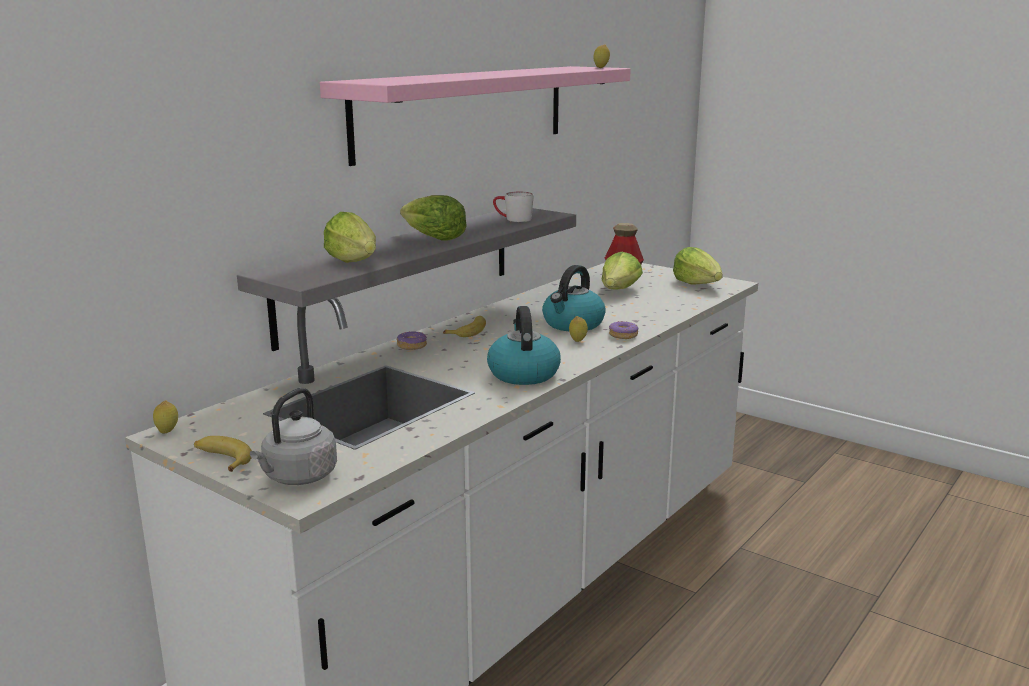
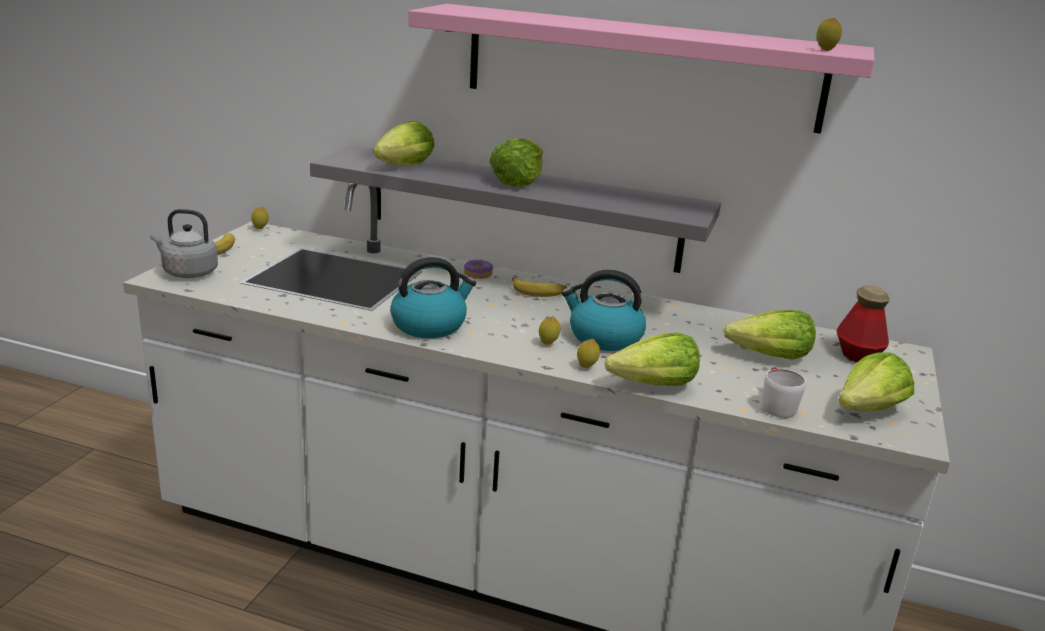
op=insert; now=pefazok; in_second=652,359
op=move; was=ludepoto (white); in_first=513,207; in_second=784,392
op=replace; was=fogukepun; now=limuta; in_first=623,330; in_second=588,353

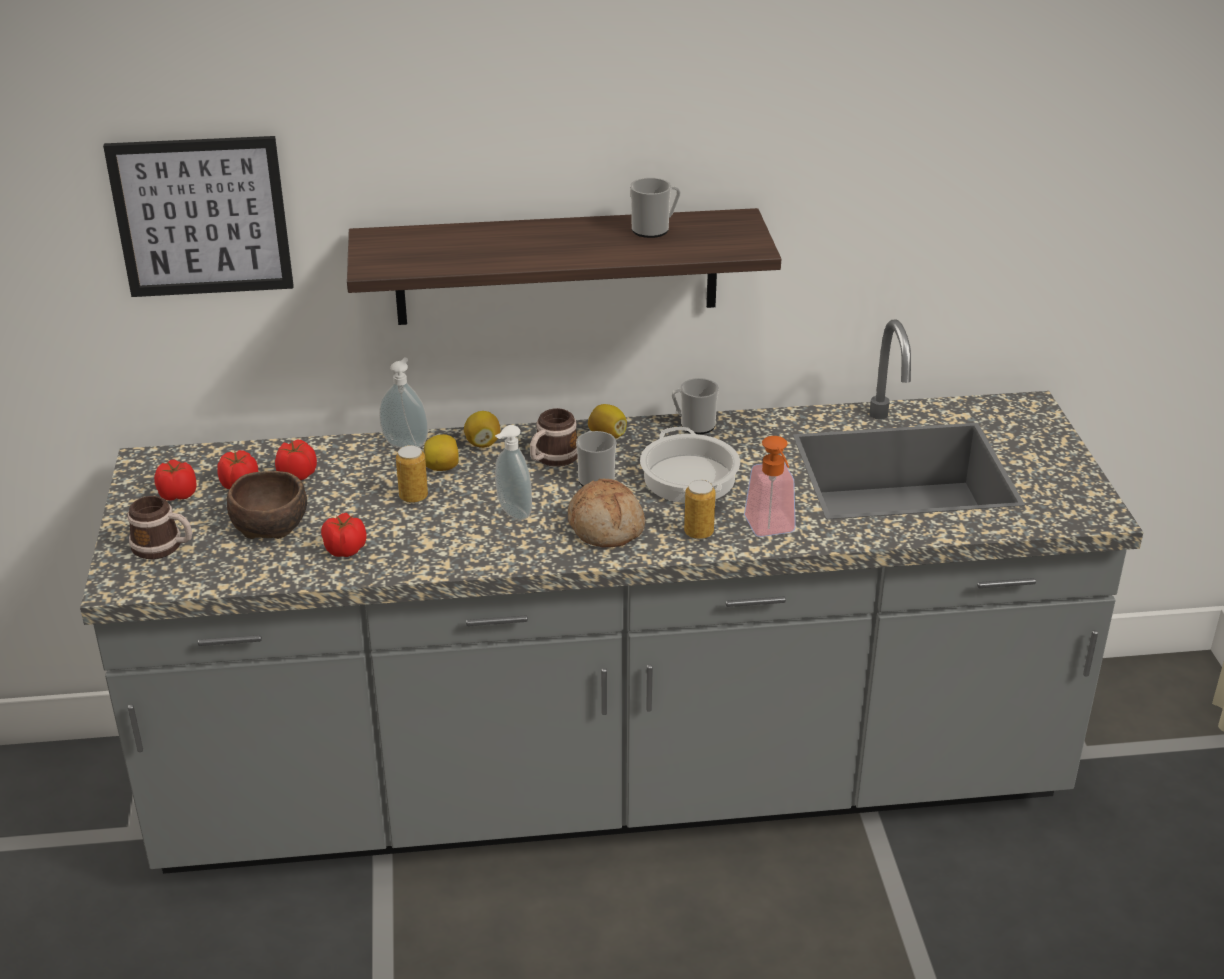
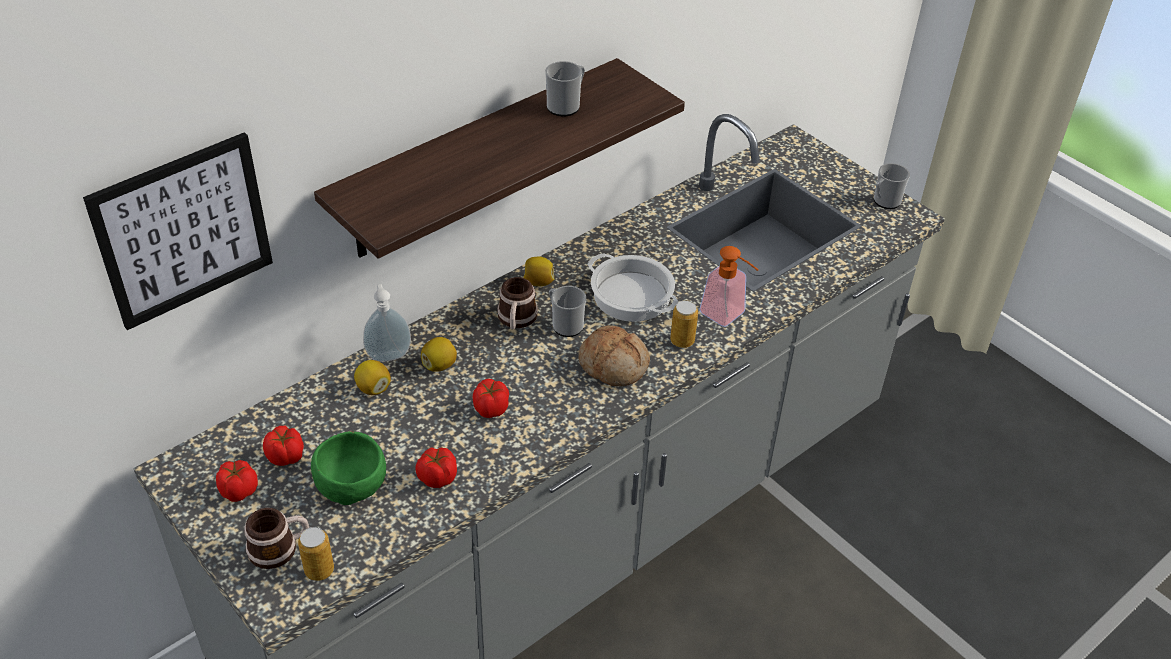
op=delete; was=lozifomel; in_first=513,472
op=move; was=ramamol; in_first=296,460; in_second=491,398
op=move; was=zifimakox; in_first=412,474; in_second=316,554
op=move; was=limuta; in_first=482,429; in_second=372,377
op=move; was=ludepoto; in_first=695,406; in_second=892,186
op=recolor; was=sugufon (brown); now=sugufon (green); in_first=267,505; in_second=348,468

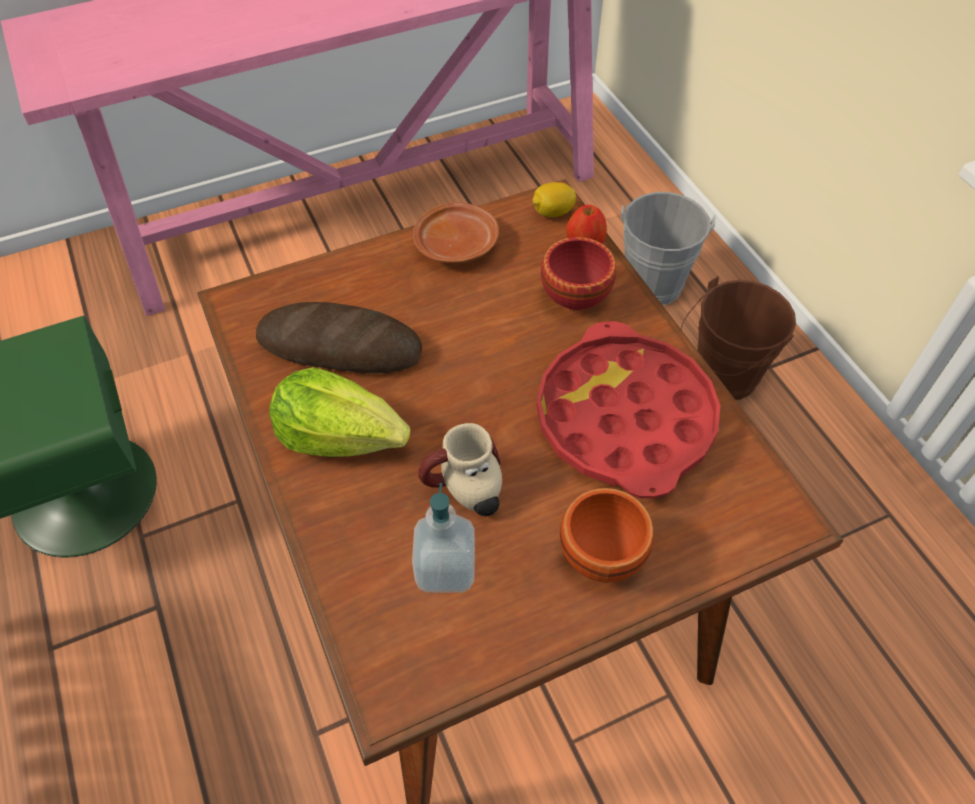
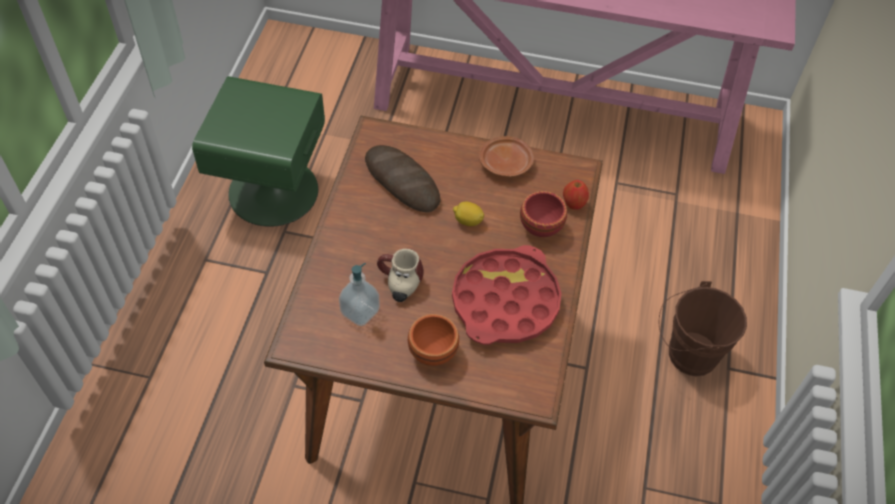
op=delete; was=pefazok; in_first=340,412
op=delete; was=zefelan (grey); in_first=667,248
op=move; was=limuta; in_first=554,199; in_second=468,214

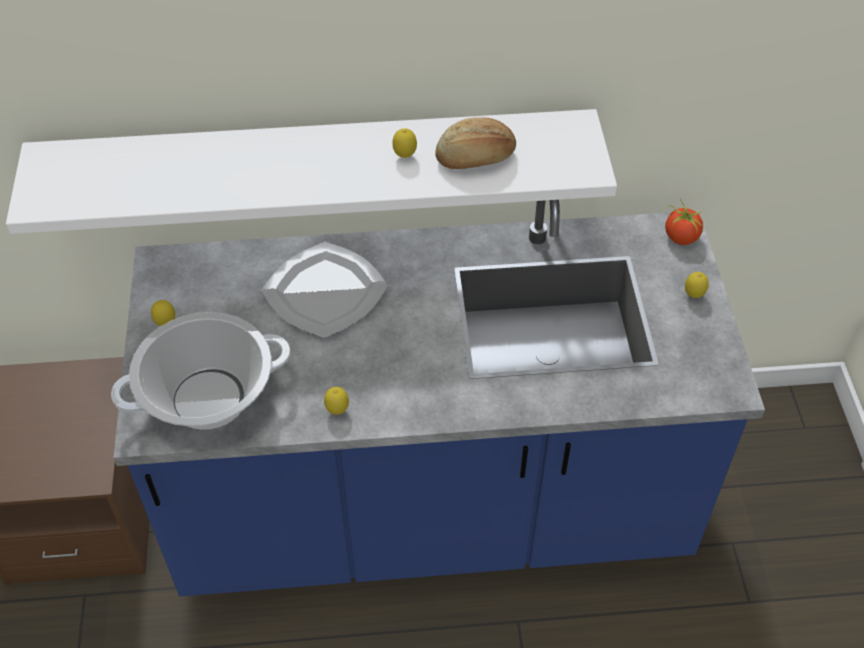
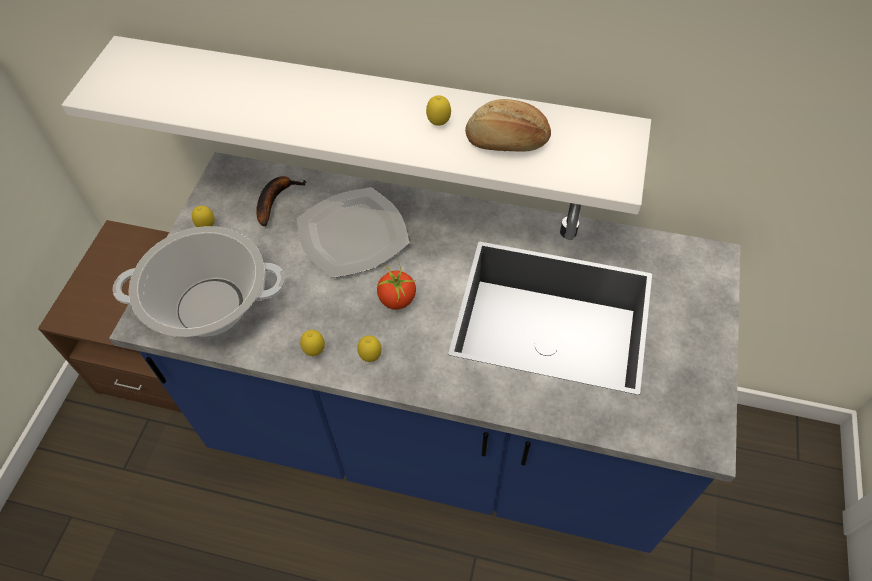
op=insert; now=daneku; in_second=281,201
op=move; was=ramamol; in_first=684,222; in_second=396,286
op=move; was=limuta; in_first=697,285; in_second=369,348

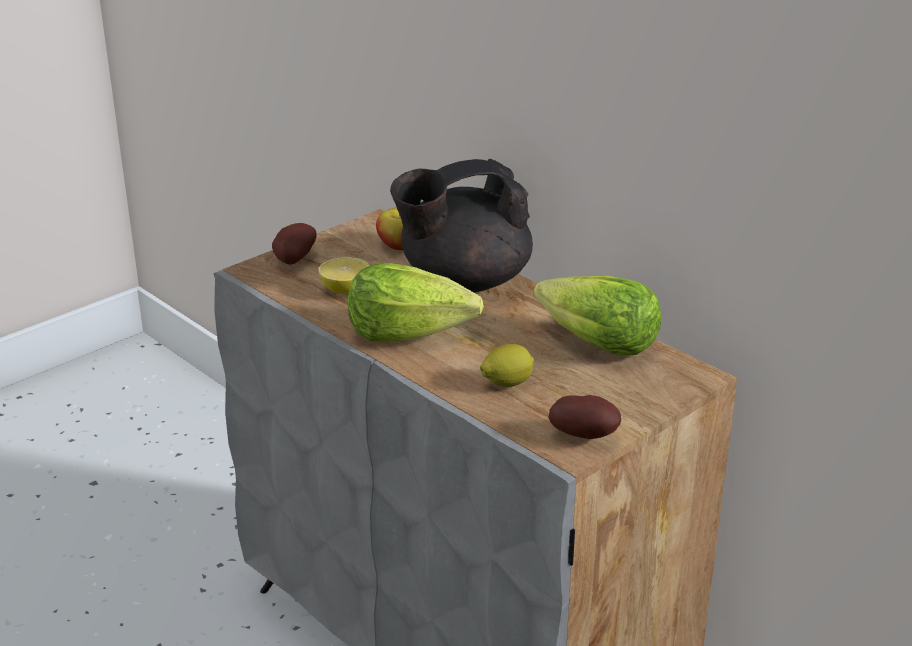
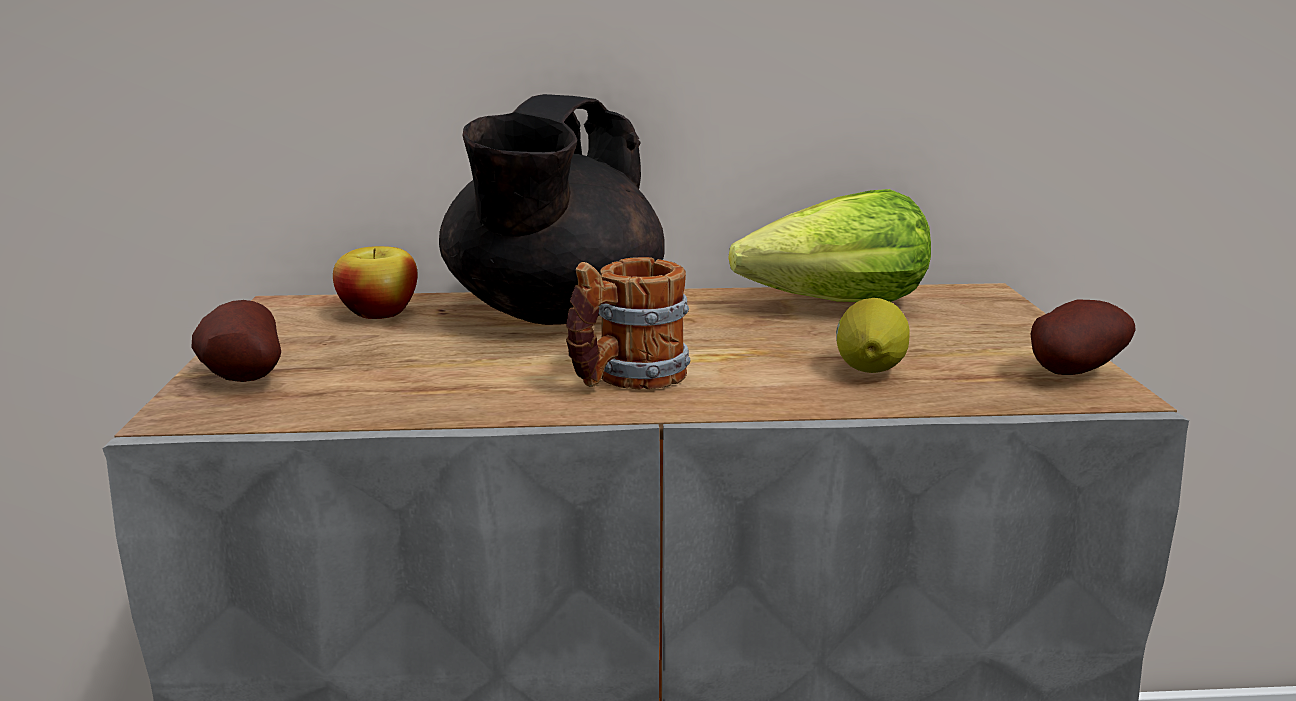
op=delete; was=limuta; in_first=344,276
op=replace; was=pefazok; now=ludepoto; in_first=416,302; in_second=628,323

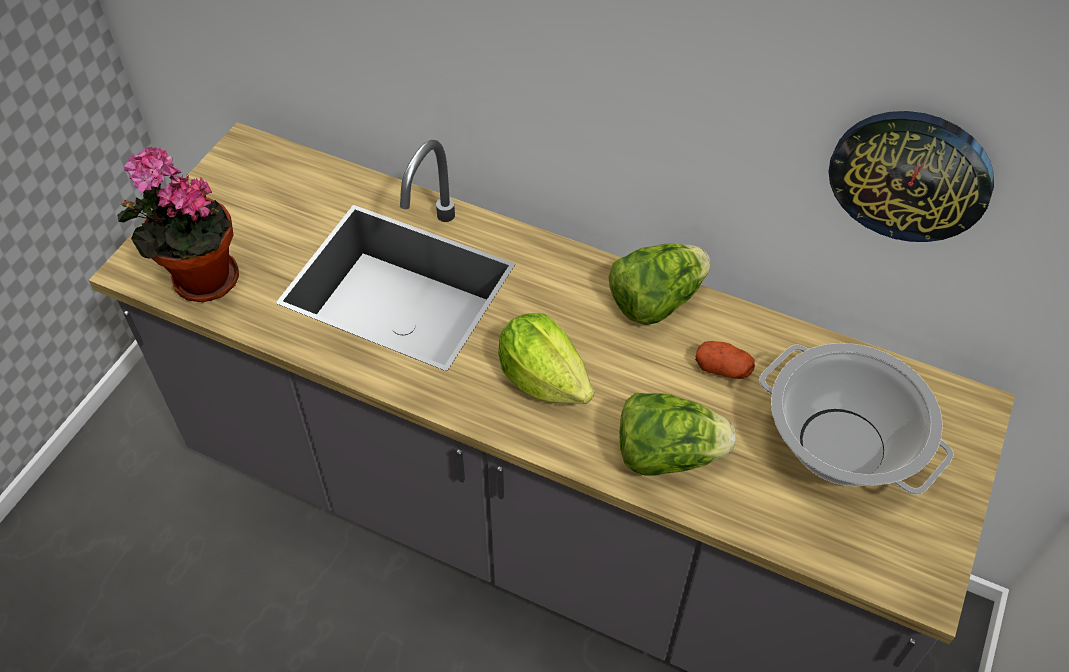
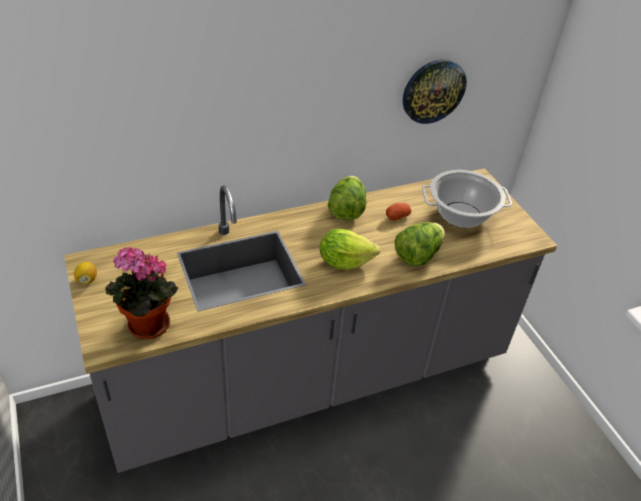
op=insert; now=limuta; in_second=85,273

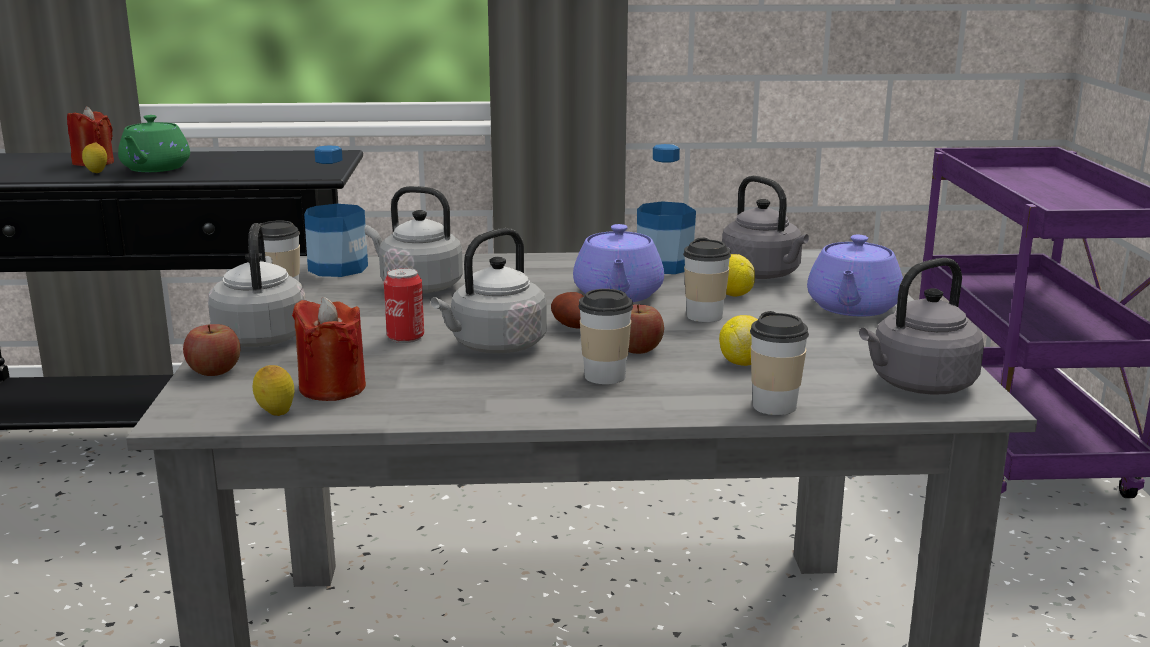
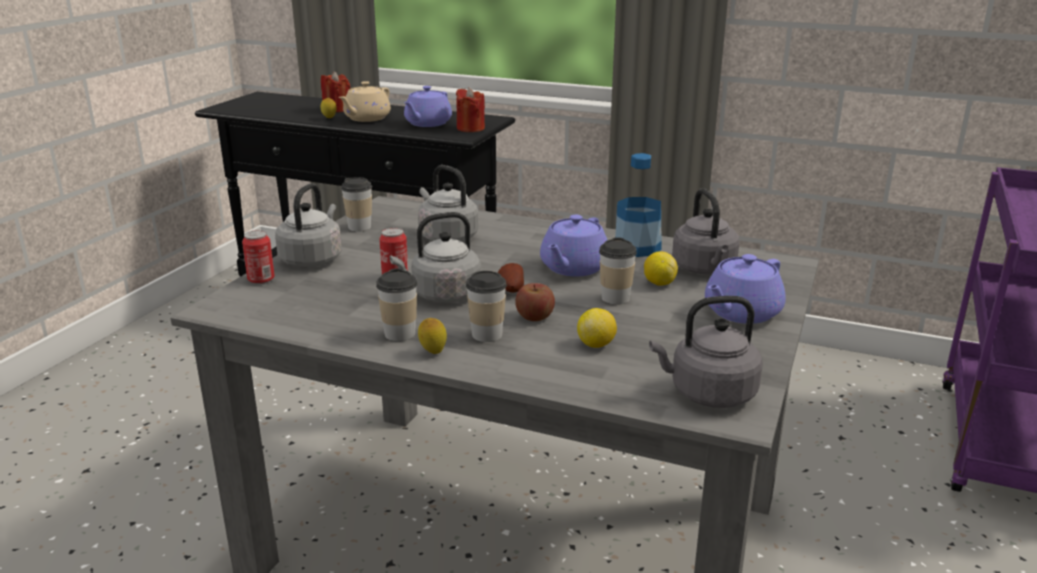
op=delete; was=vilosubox; in_first=336,211
op=insert; now=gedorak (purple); in_second=428,106
op=move; was=limuta; in_first=273,390; in_second=432,336
op=move; was=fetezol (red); in_first=329,349; in_second=470,109
op=move; was=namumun; in_first=779,363; in_second=396,304
op=replace; was=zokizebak; now=zifimakox; in_first=211,350; in_second=258,257
op=recolor; was=gedorak (green); now=gedorak (beige); in_first=154,143; in_second=364,101

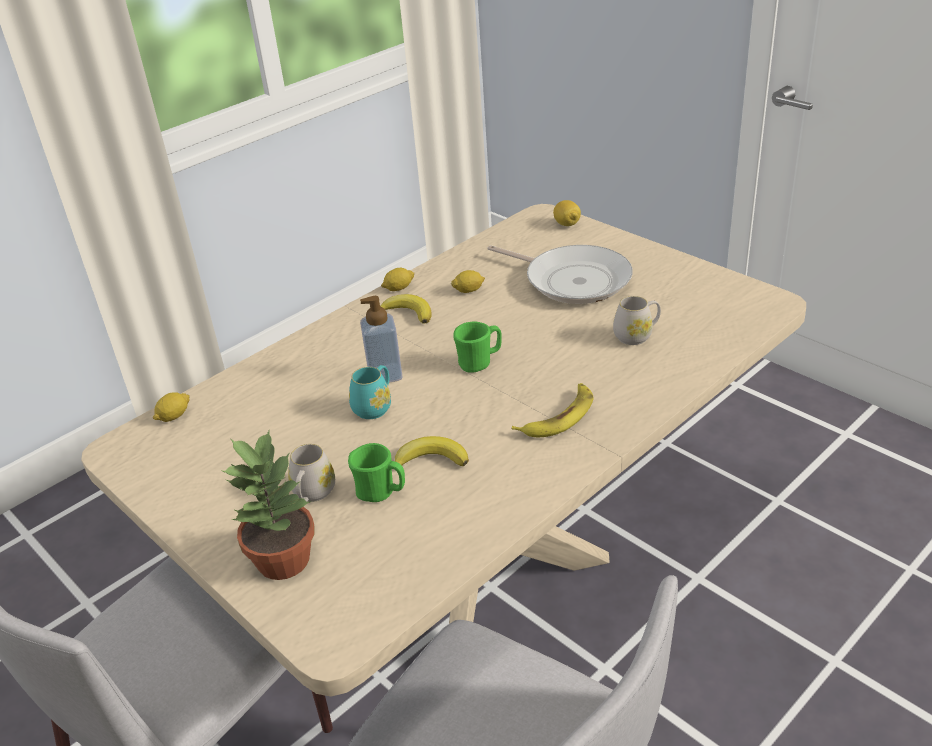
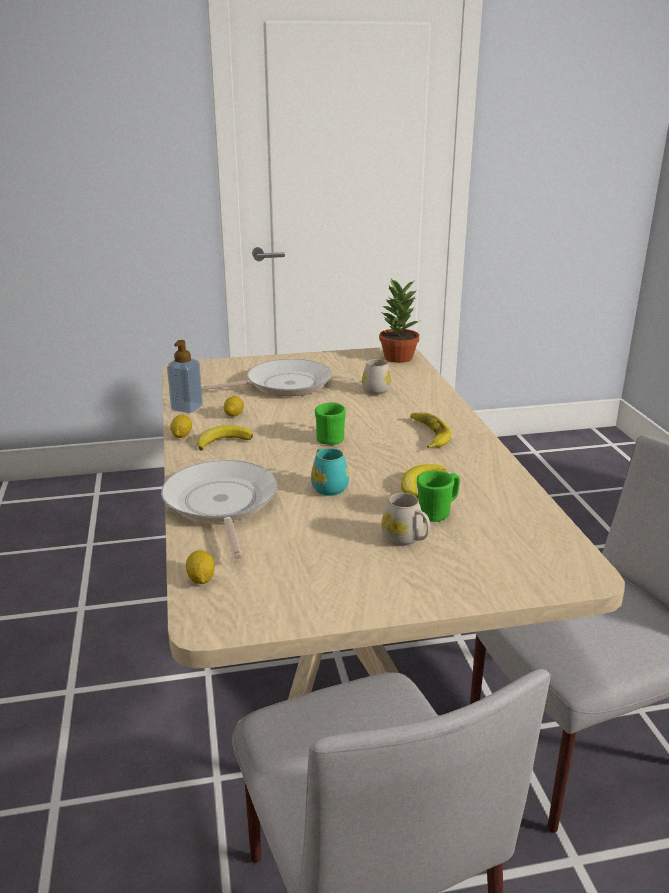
op=delete; was=limuta; in_first=567,213
op=insert; now=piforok; in_second=219,509
op=move; was=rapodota; in_first=269,505; in_second=399,321
op=move; was=lozifomel; in_first=381,339; in_second=185,376

